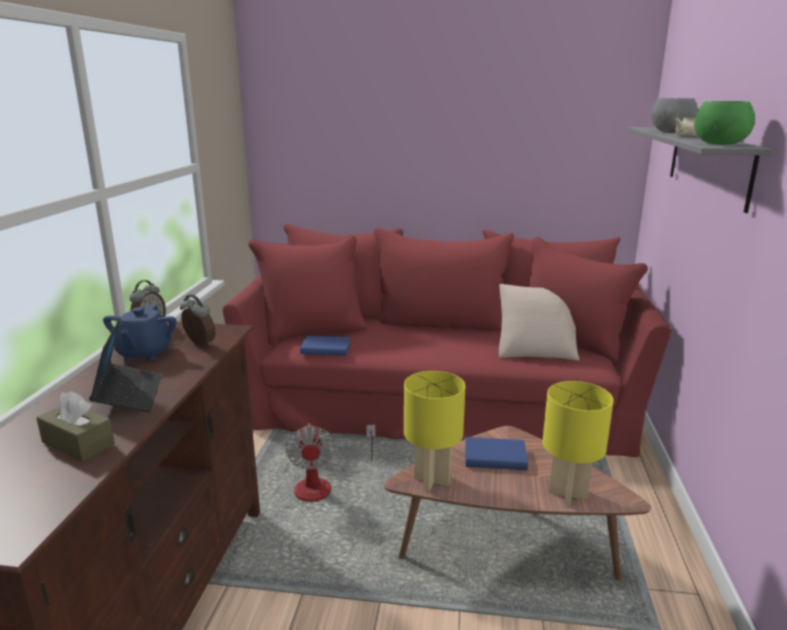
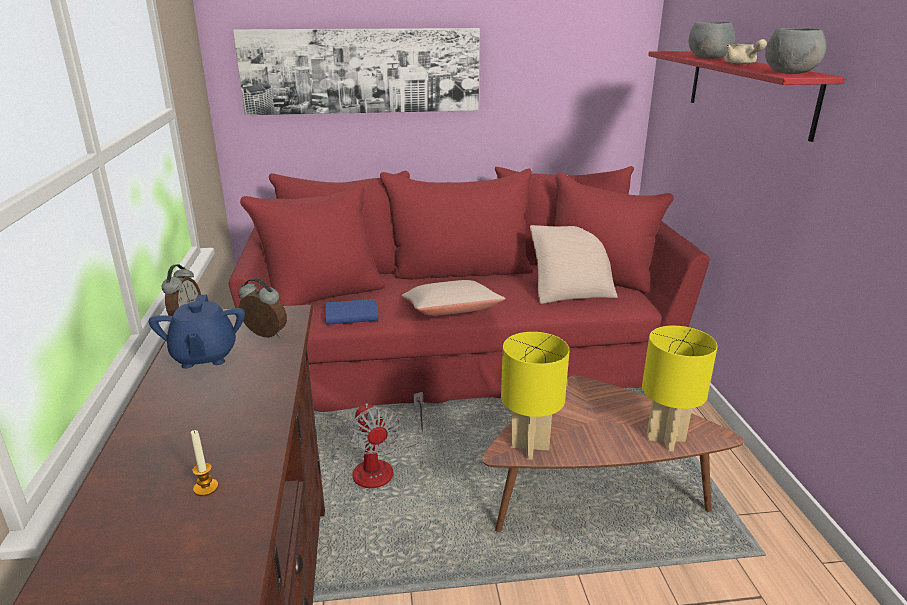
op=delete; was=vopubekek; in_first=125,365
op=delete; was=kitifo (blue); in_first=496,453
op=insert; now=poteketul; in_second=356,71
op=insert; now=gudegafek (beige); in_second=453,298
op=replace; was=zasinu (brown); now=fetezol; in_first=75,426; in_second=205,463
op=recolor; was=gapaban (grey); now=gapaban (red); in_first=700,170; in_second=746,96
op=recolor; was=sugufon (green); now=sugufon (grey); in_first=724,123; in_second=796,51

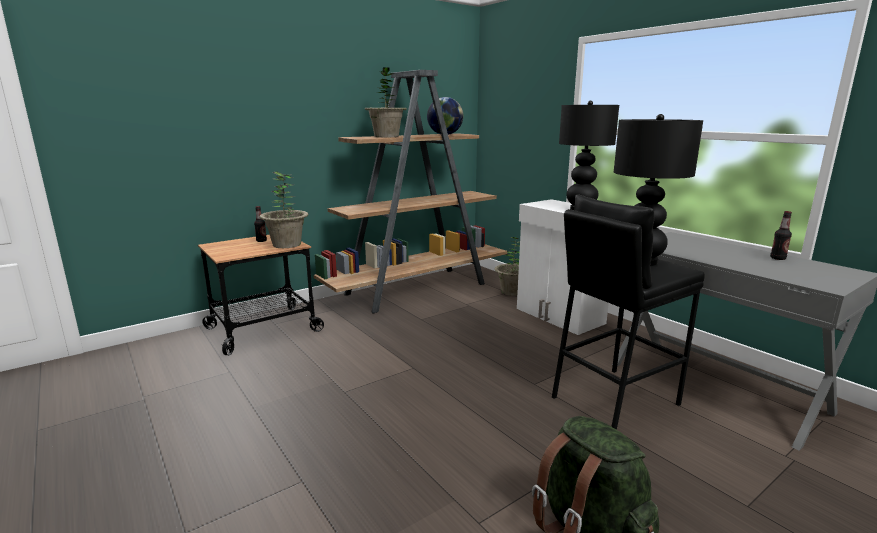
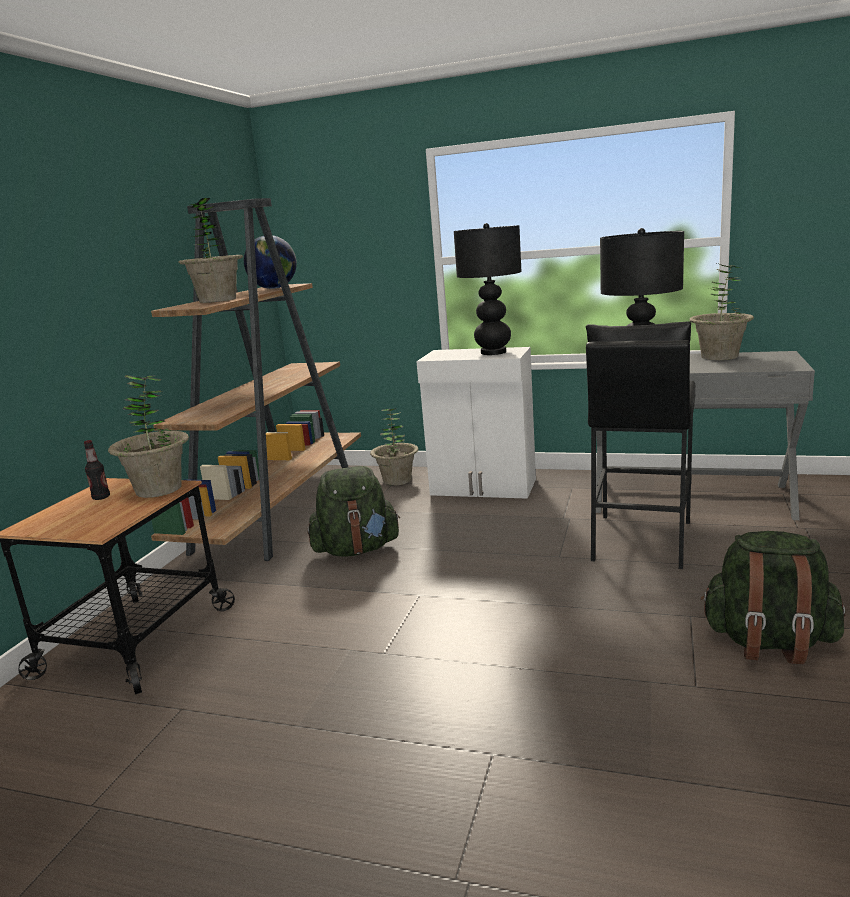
op=insert; now=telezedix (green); in_second=354,511
op=replace; was=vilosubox; now=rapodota; in_first=781,235; in_second=721,311

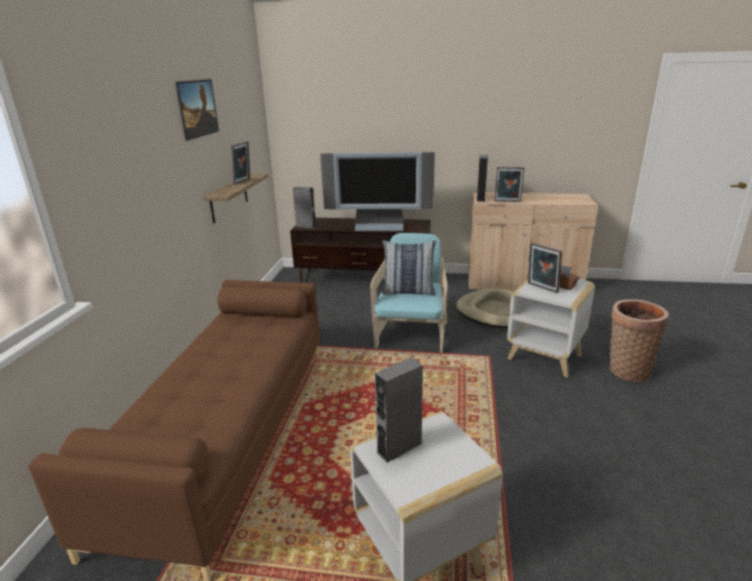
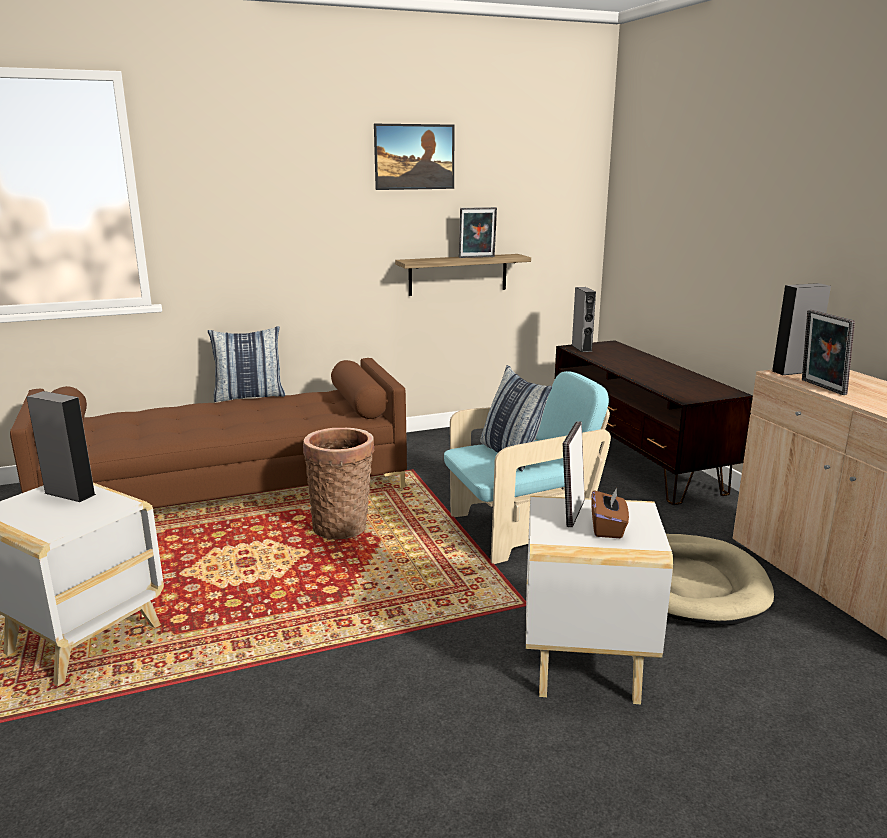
op=delete; was=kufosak; in_first=377,191
op=insert; now=gudegafek; in_second=246,364
op=move; was=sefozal; in_first=639,340; in_second=338,483

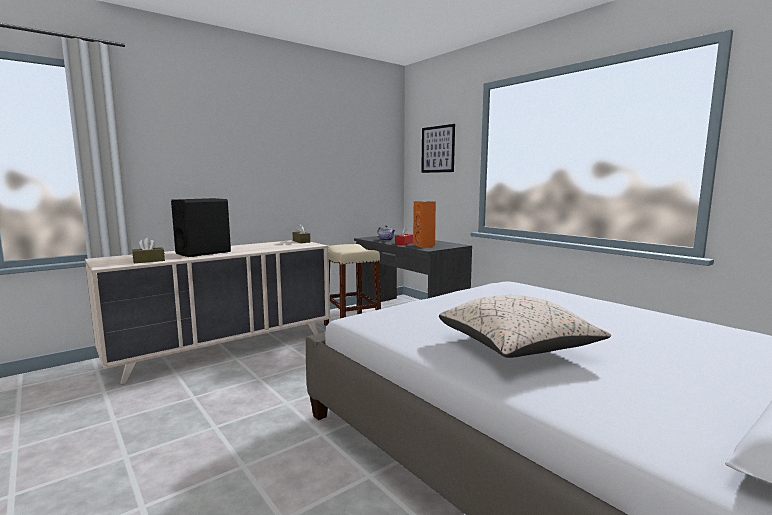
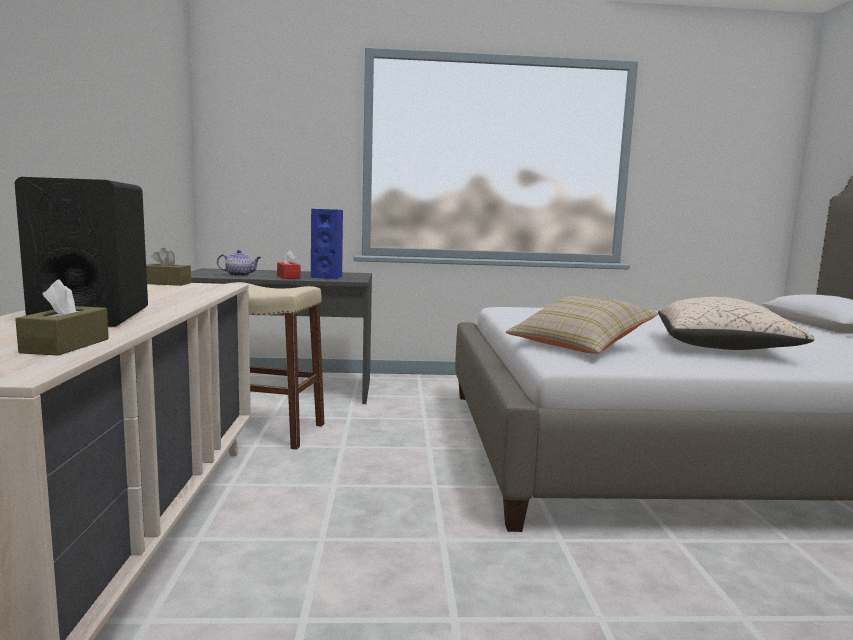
op=delete; was=poteketul; in_first=438,148
op=insert; now=gudegafek (beige); in_second=582,324
op=recolor; was=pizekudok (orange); now=pizekudok (blue); in_first=424,224; in_second=327,244

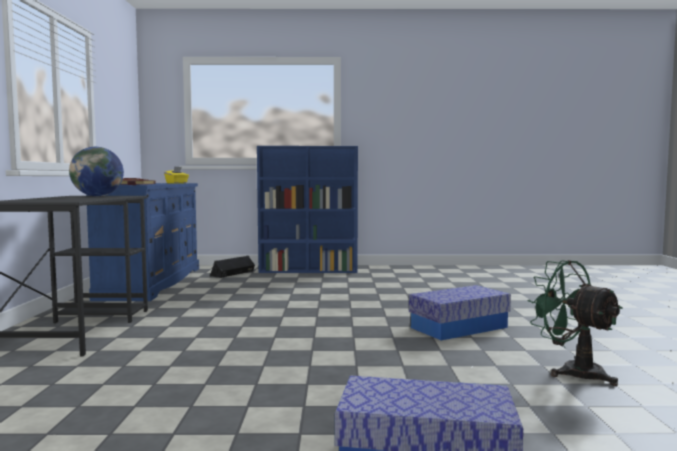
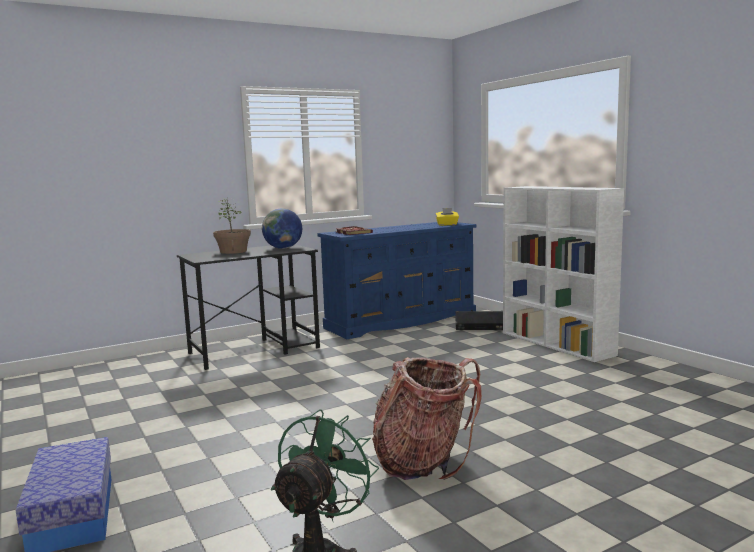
op=insert; now=rapodota; in_second=232,226
op=replace; was=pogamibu; now=telezedix; in_first=460,312; in_second=427,418
op=recolor; was=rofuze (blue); now=rofuze (white); in_first=307,209; in_second=563,274

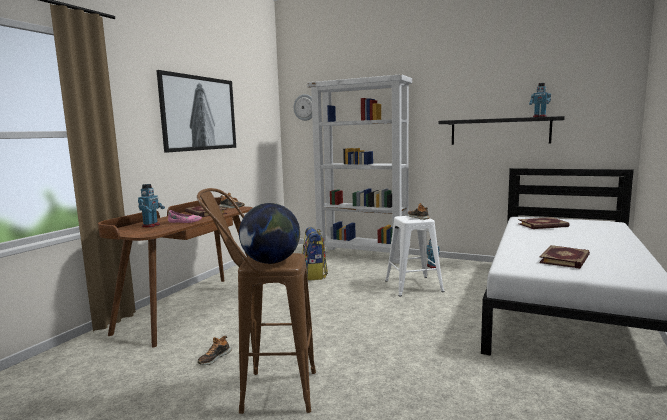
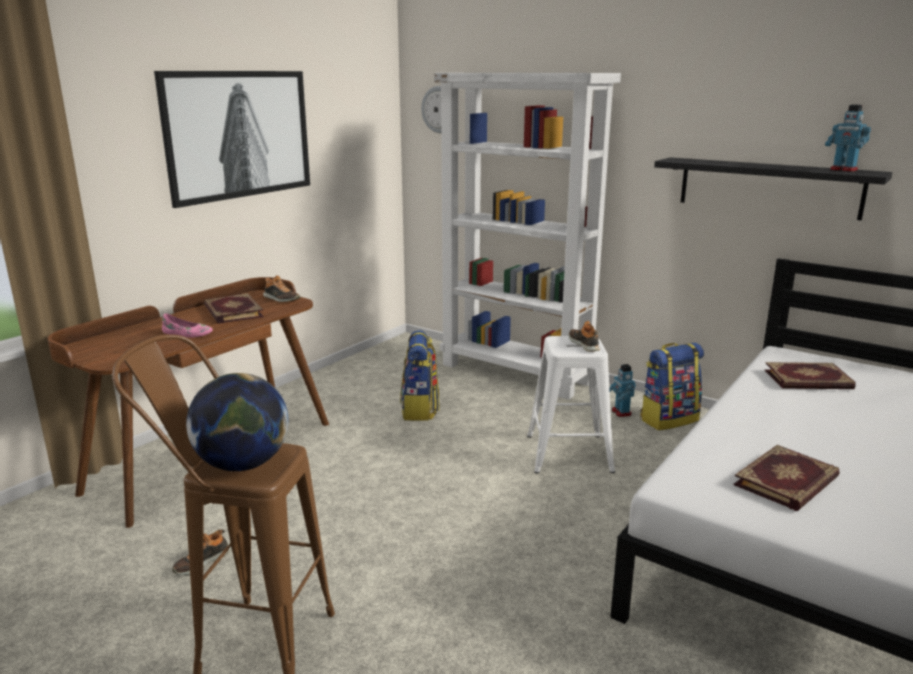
op=delete; was=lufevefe; in_first=151,206
op=insert; now=telezedix; in_second=672,386

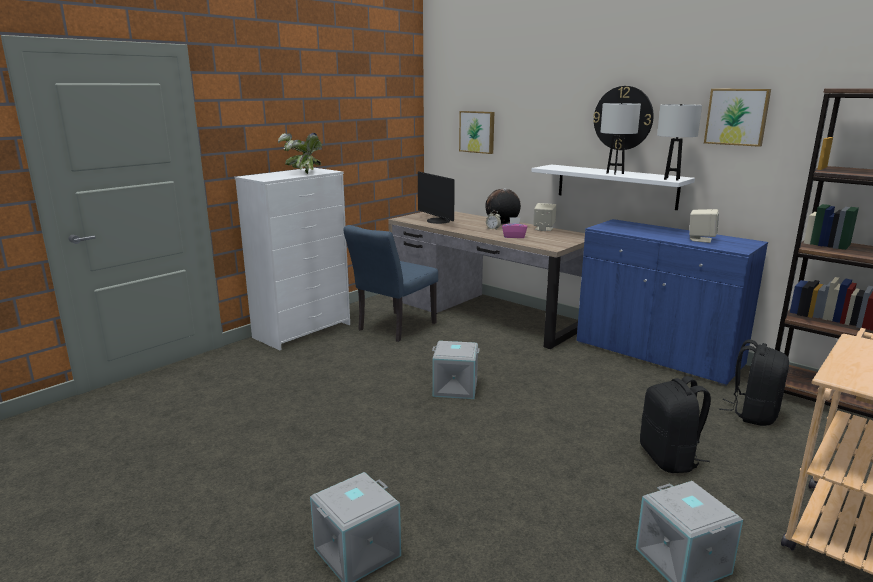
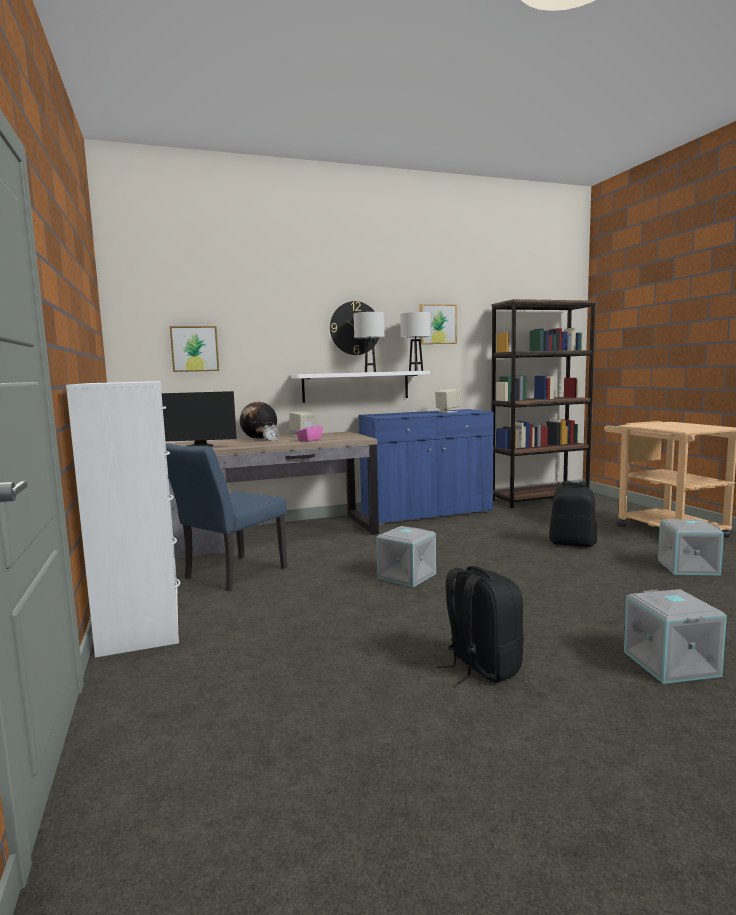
op=delete; was=rapodota; in_first=300,153
op=move; was=telezedix (black); in_first=754,382; in_second=480,625
op=rotate; was=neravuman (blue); in_first=390,283; in_second=226,517; clockwise=60

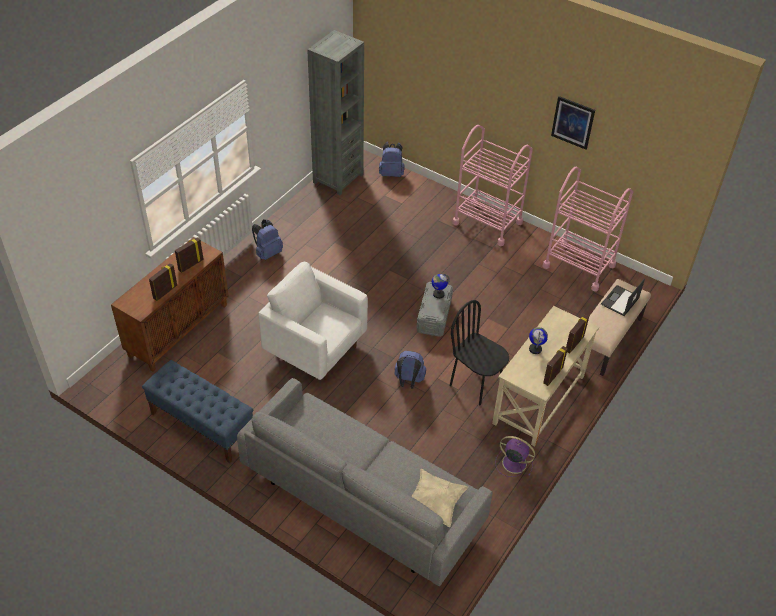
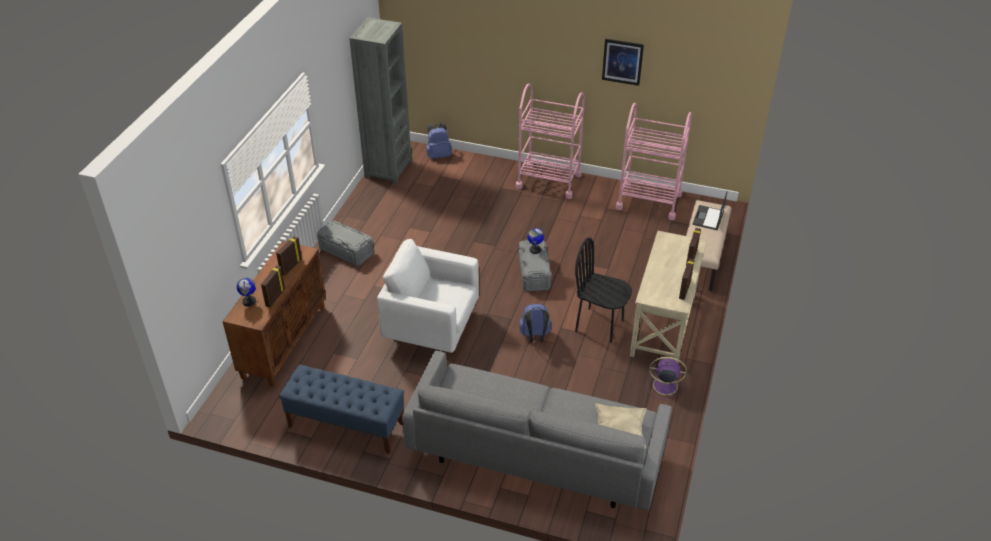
op=move; was=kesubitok; in_first=538,340; in_second=246,291
op=replace; was=telezedix (blue); now=pogamibu (grey); in_first=267,239; in_second=345,243

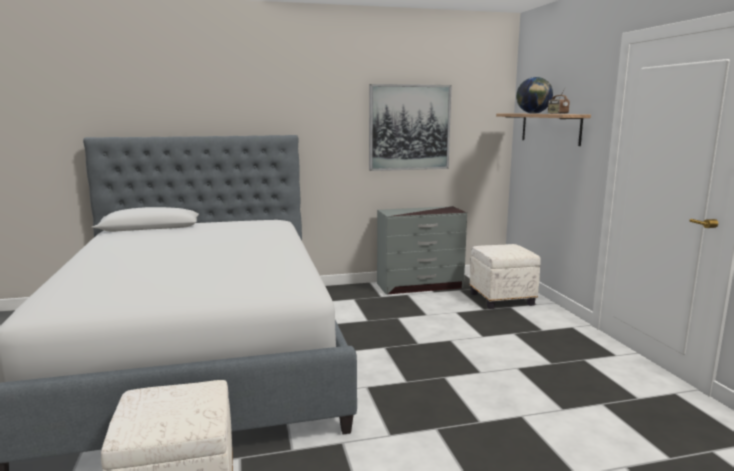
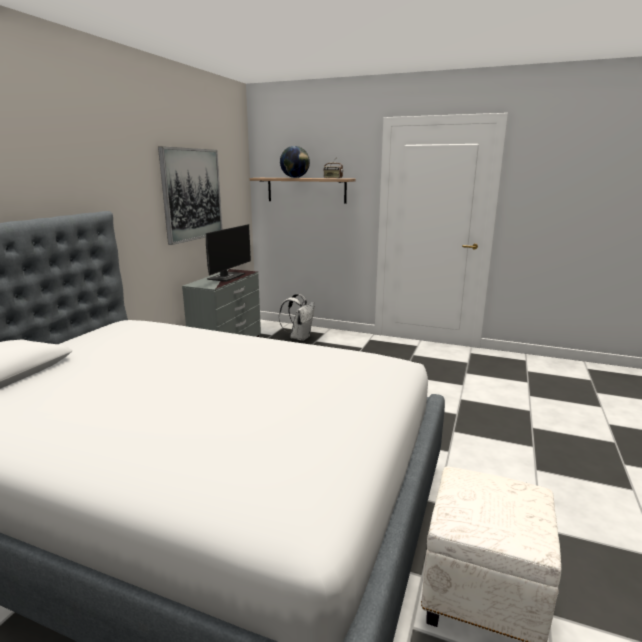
op=insert; now=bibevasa; in_second=228,253
op=replace; was=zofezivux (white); now=telezedix (white); in_first=505,276; in_second=296,317

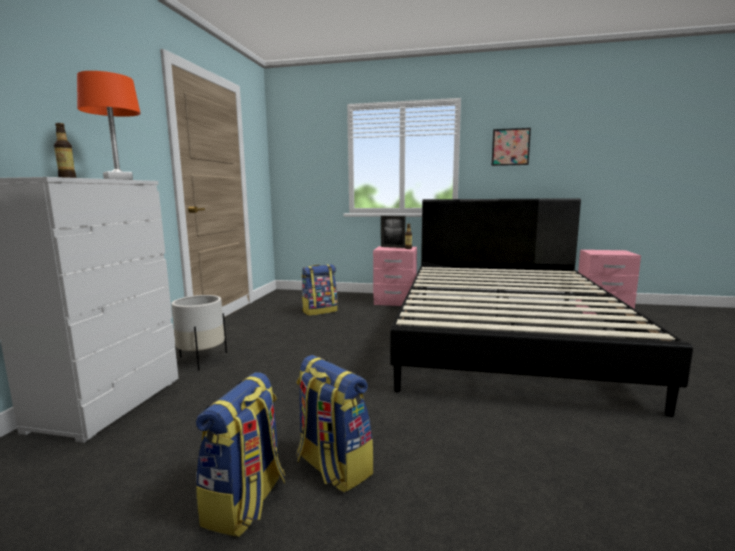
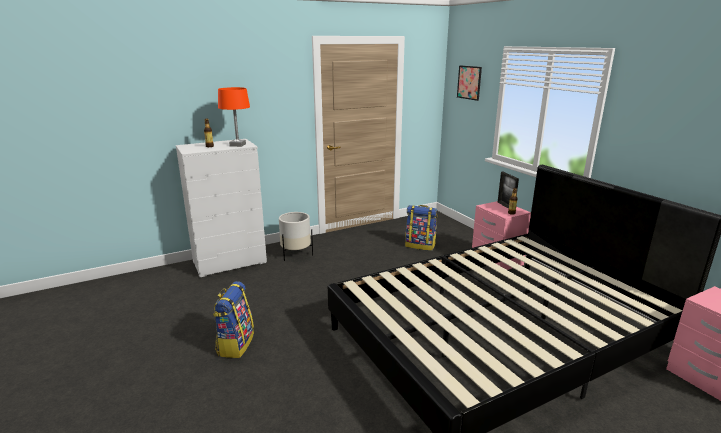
op=delete; was=telezedix; in_first=240,454
op=move; was=poteketul; in_first=511,147; in_second=469,83

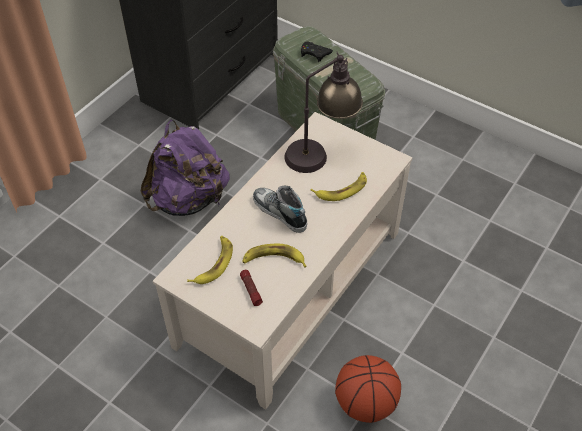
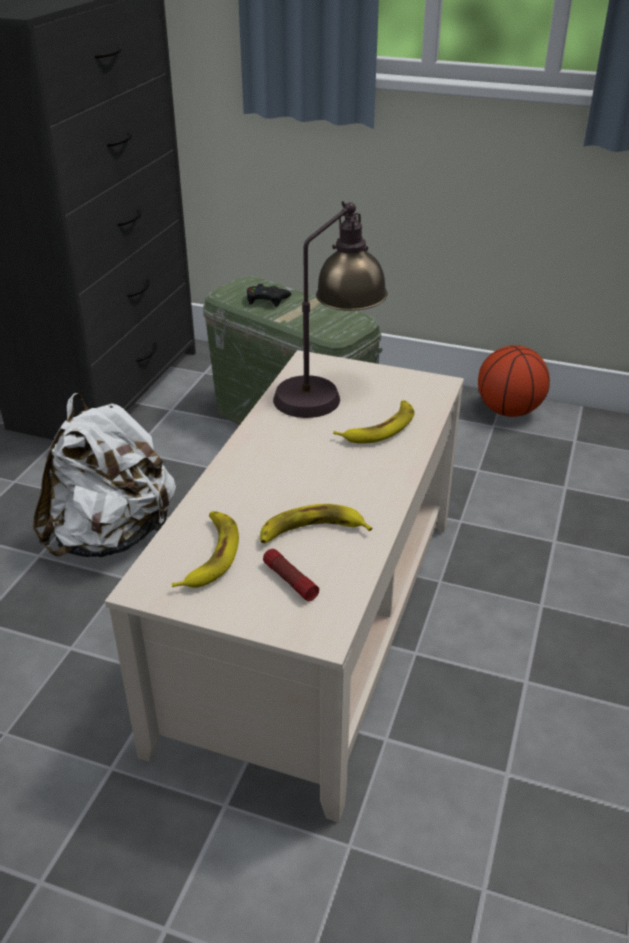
op=delete; was=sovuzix; in_first=280,209
op=move; was=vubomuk; in_first=368,389; in_second=514,381
op=recolor; was=telezedix (purple); now=telezedix (white); in_first=185,168; in_second=104,475

